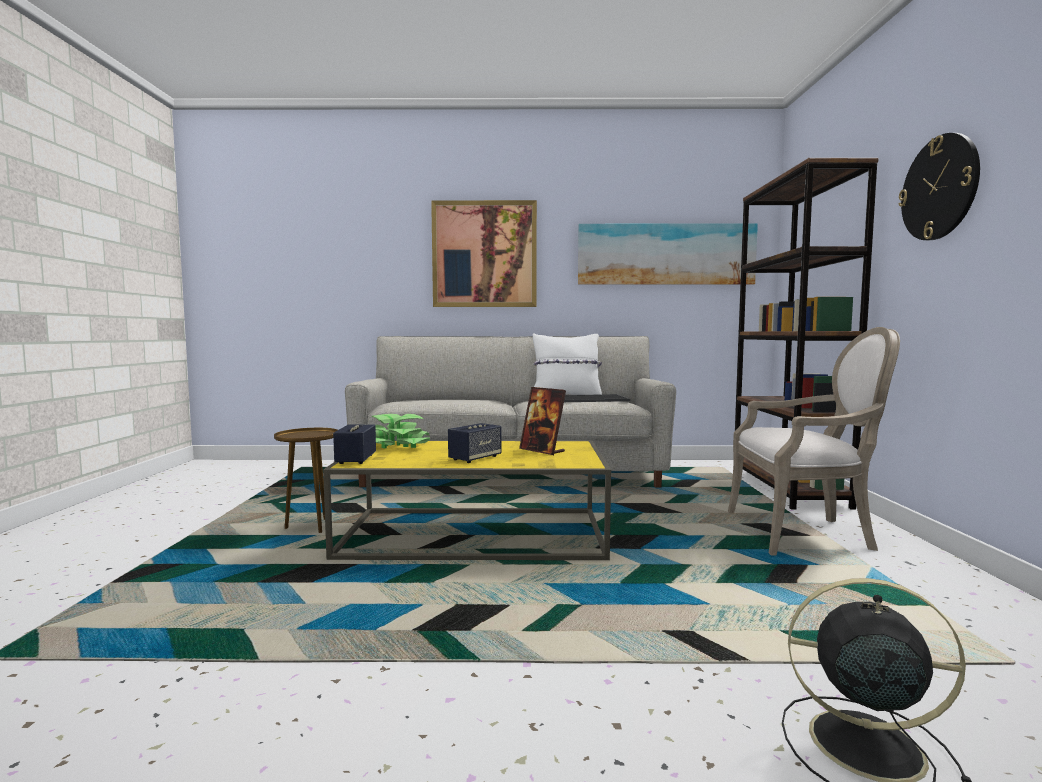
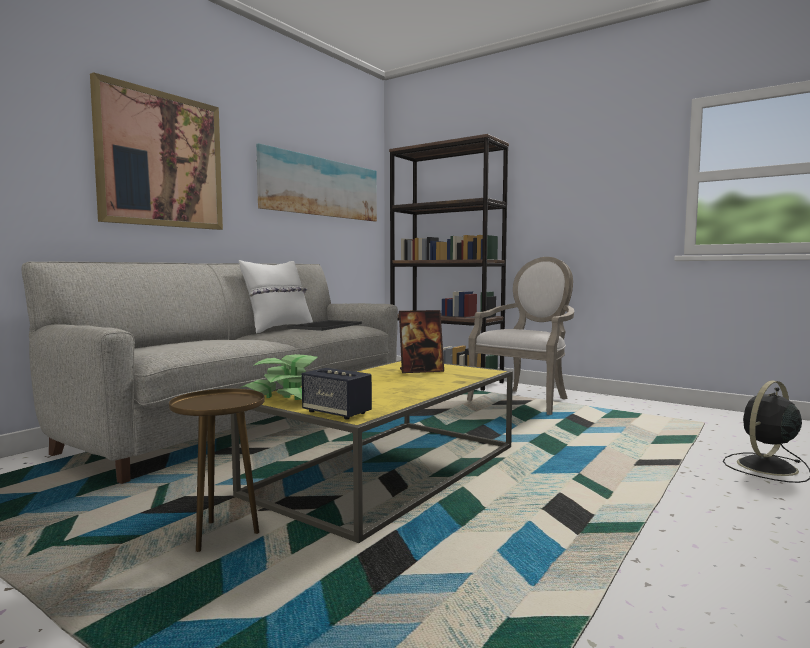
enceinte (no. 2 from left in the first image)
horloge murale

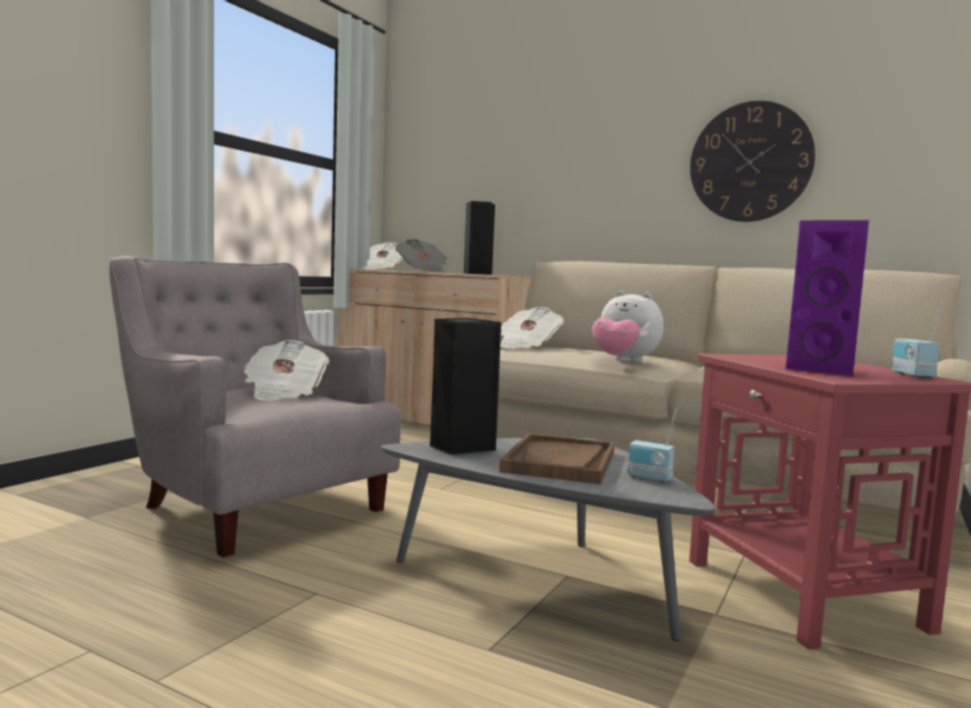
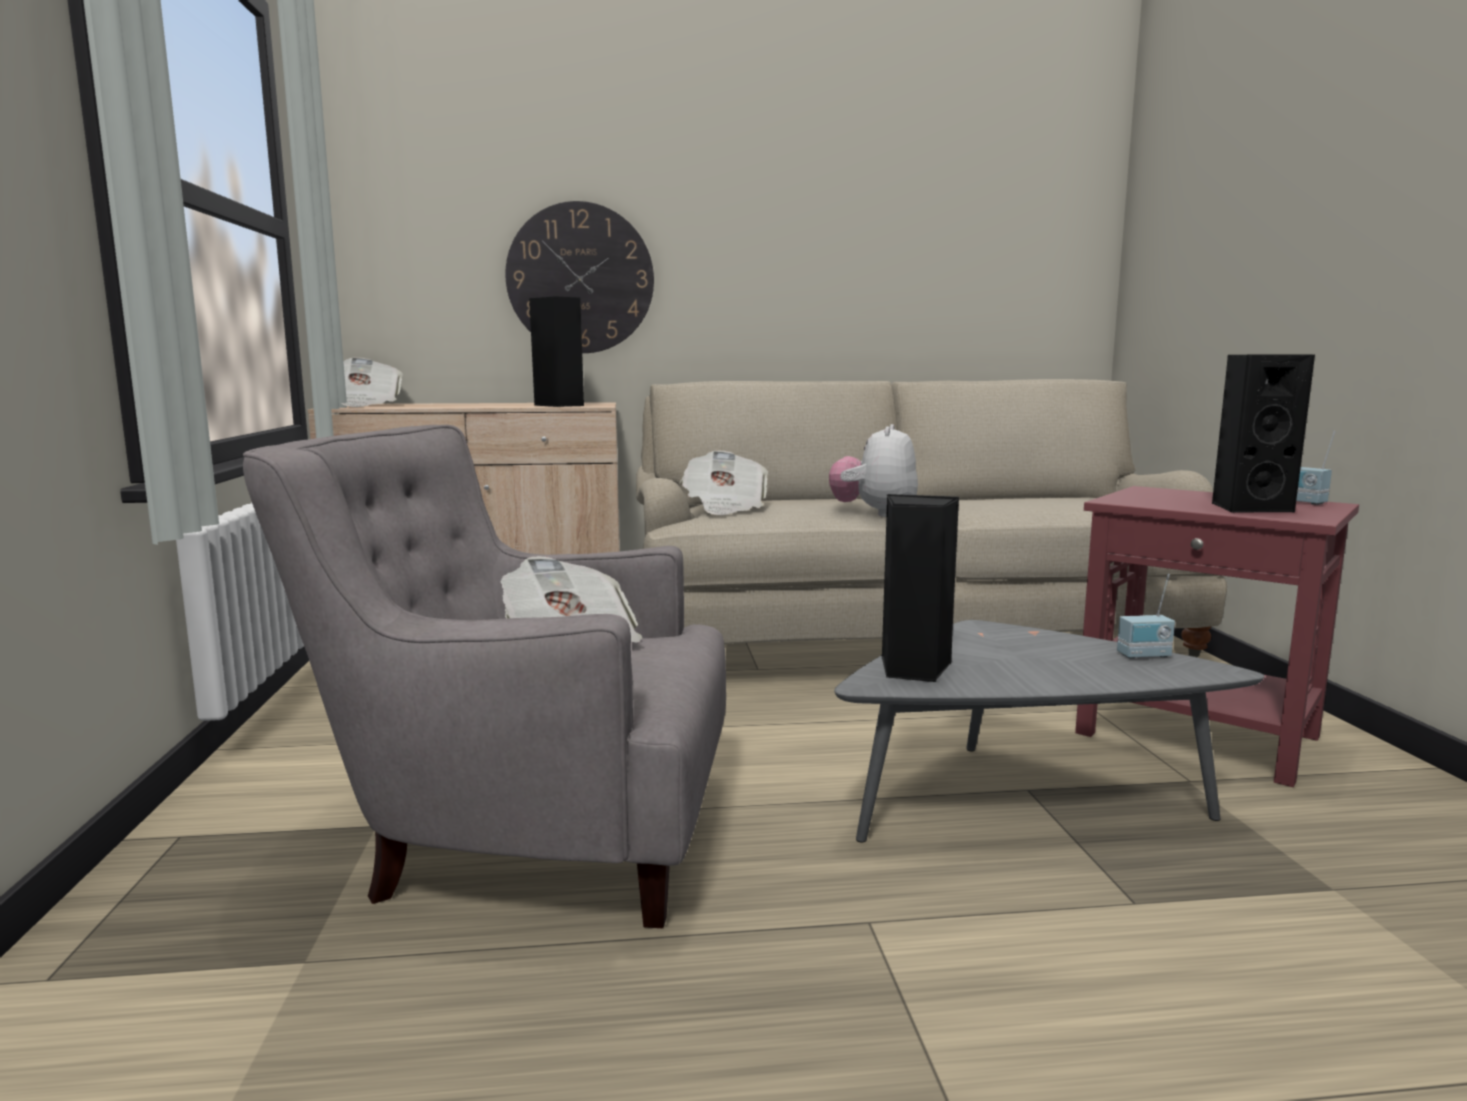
horloge murale
peluche
enceinte [noir] (no. 3 from left)
journal (no. 3 from left in the first image)
plateau [marron]

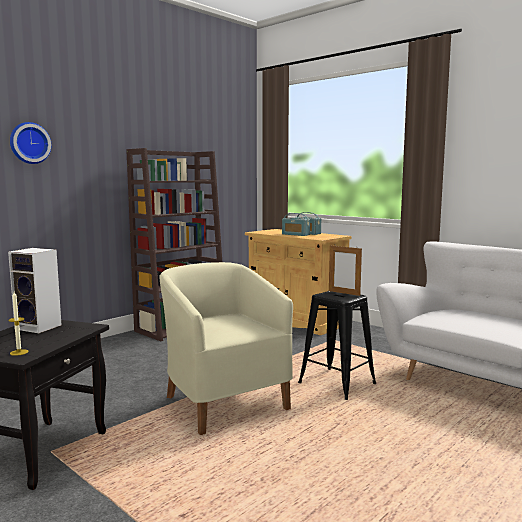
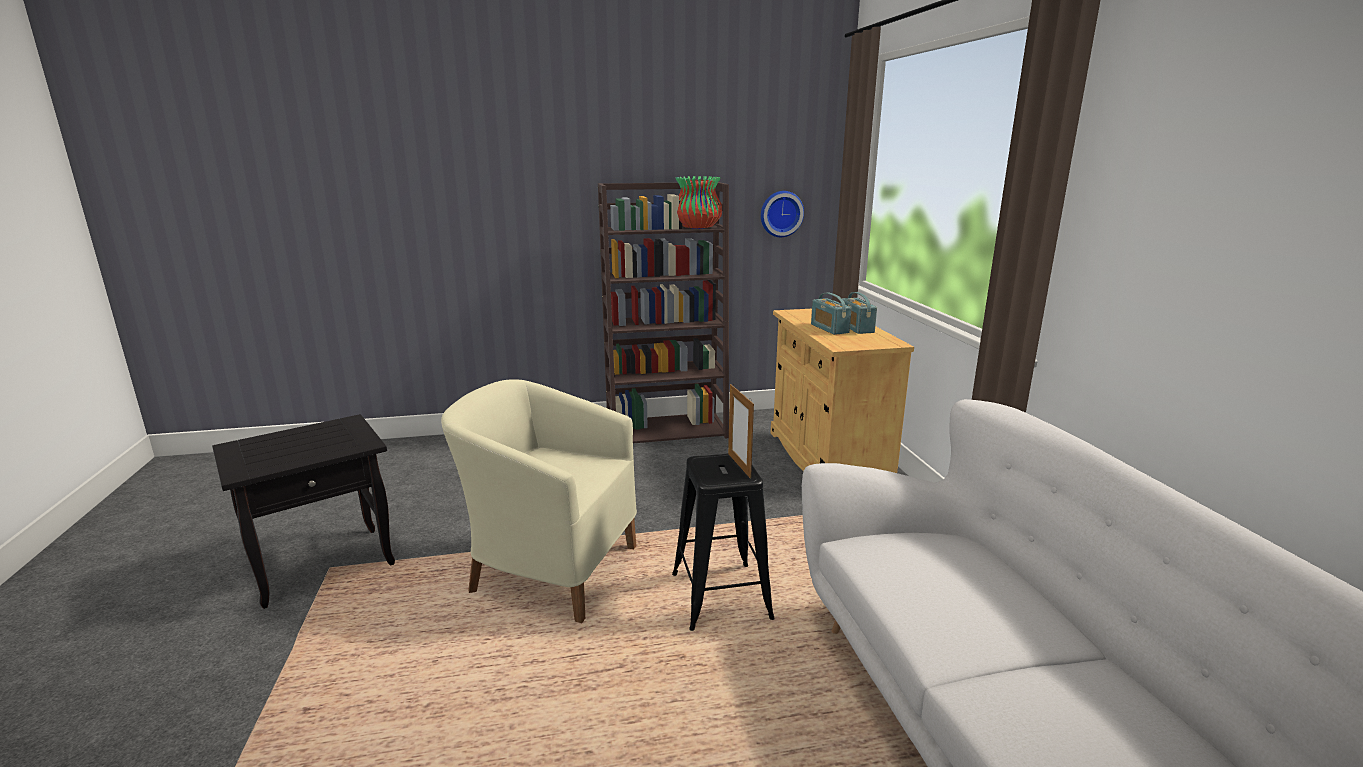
fauteuil [beige]
vase
horloge murale
enceinte
bougie

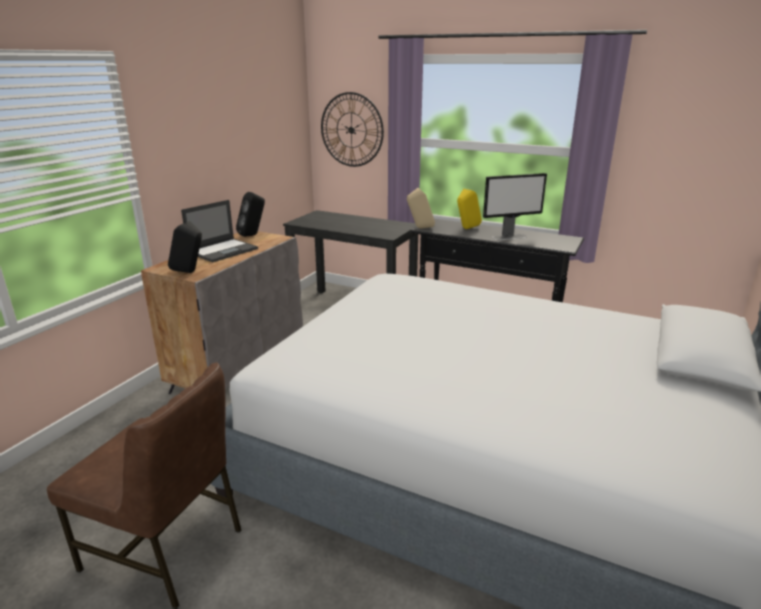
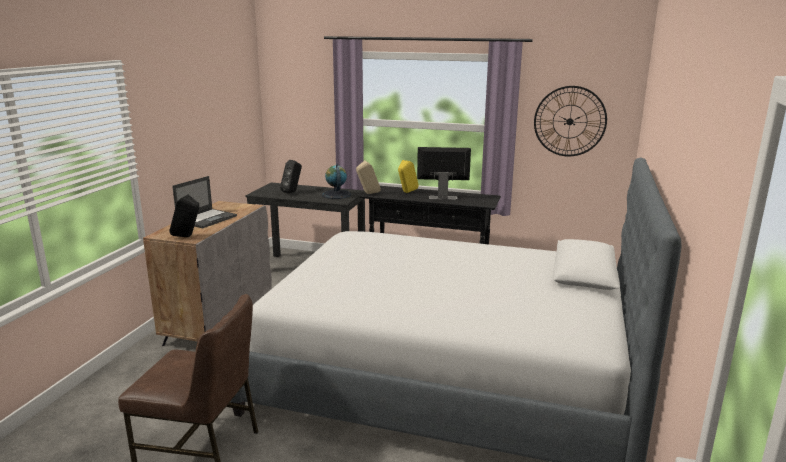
enceinte [noir] (no. 2 from left)
globe
écran d'ordinateur
horloge murale

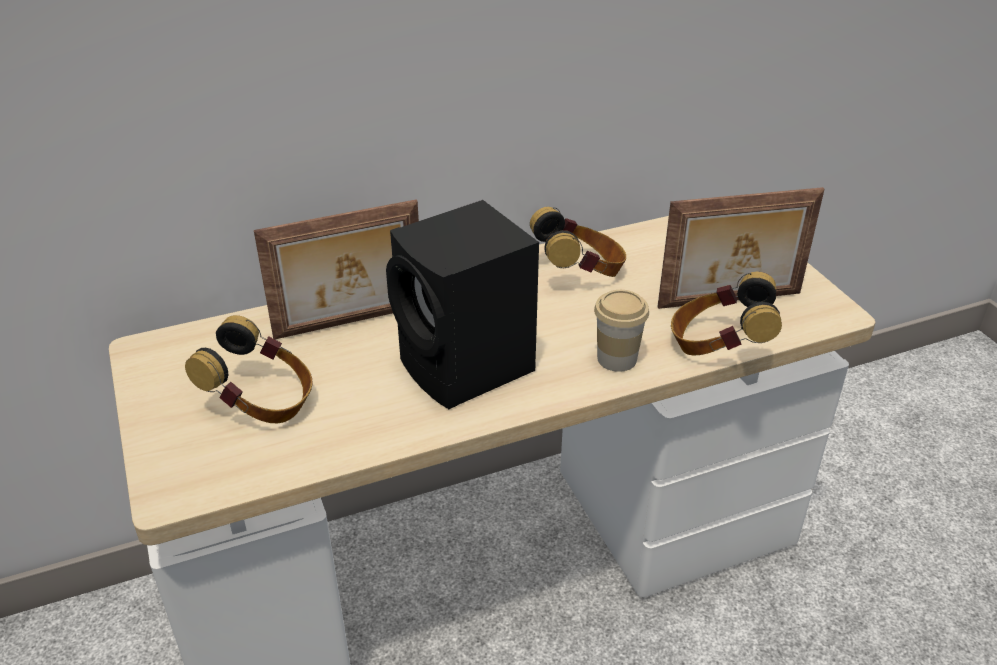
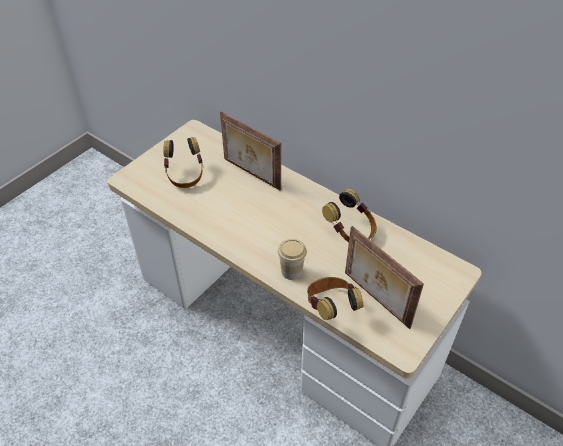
enceinte [noir]

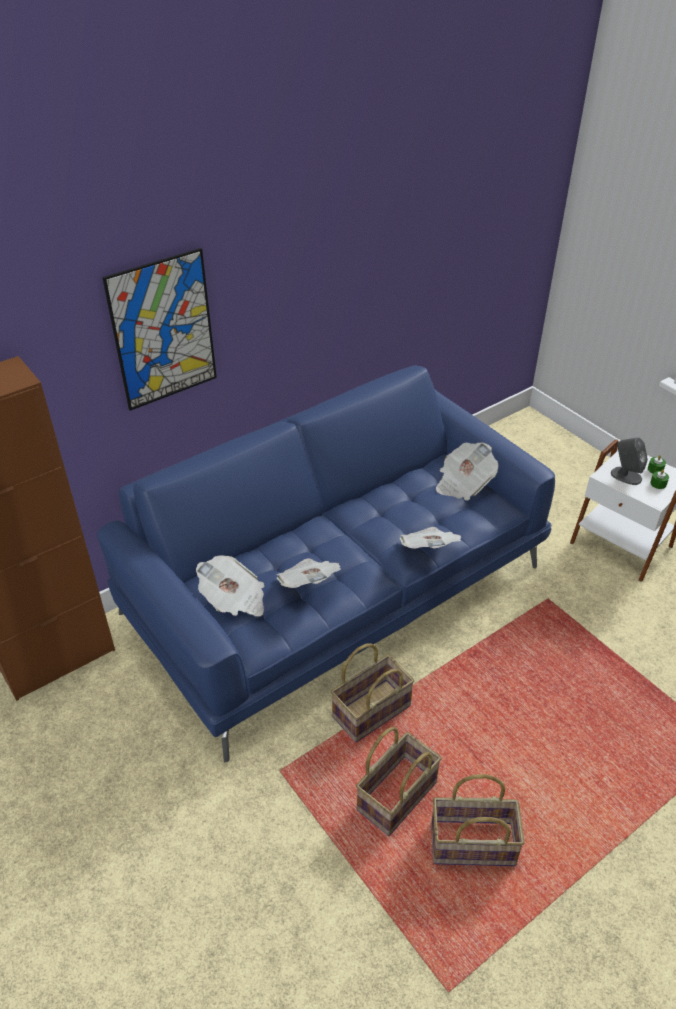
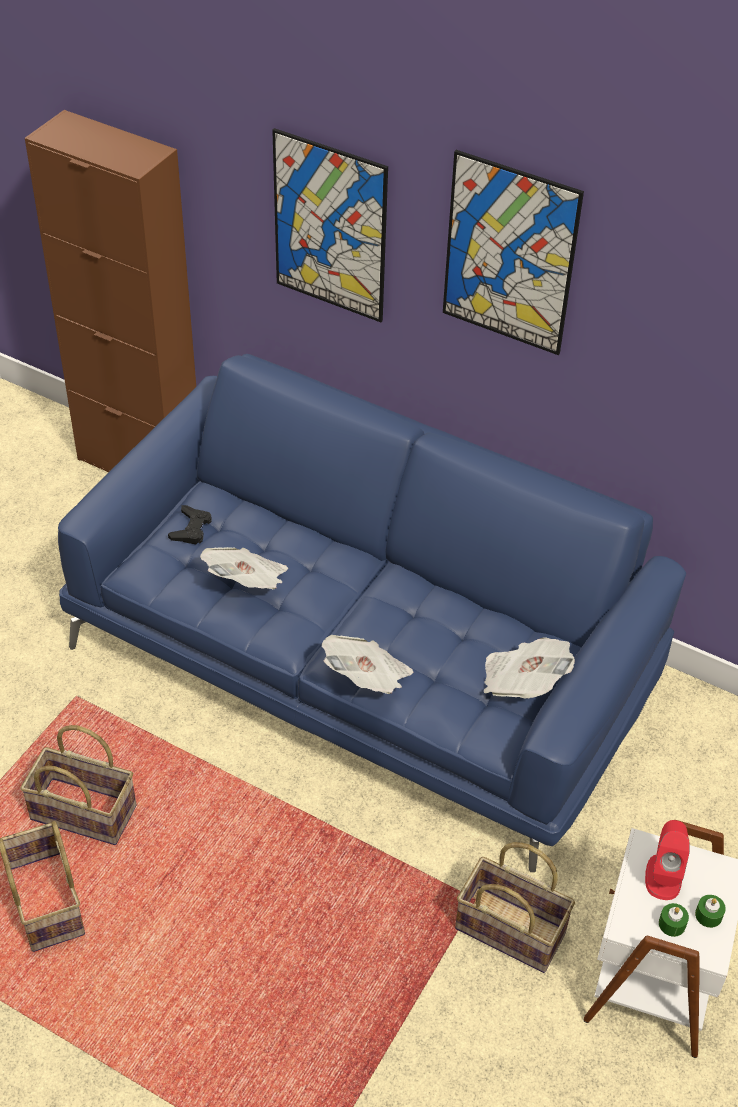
manette [noir]
tableau (no. 2 from left)
panier (no. 3 from left)
enceinte [rouge]

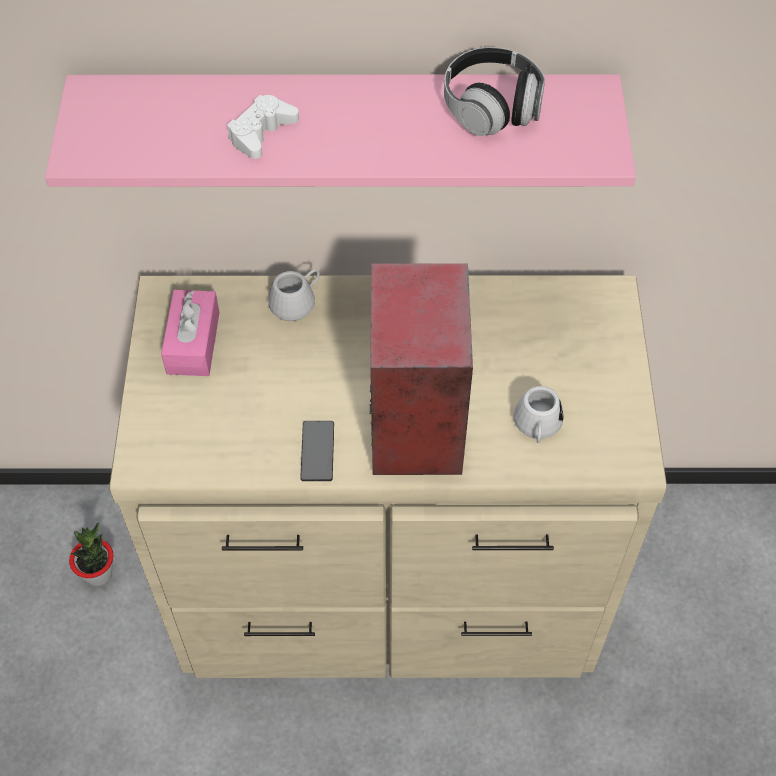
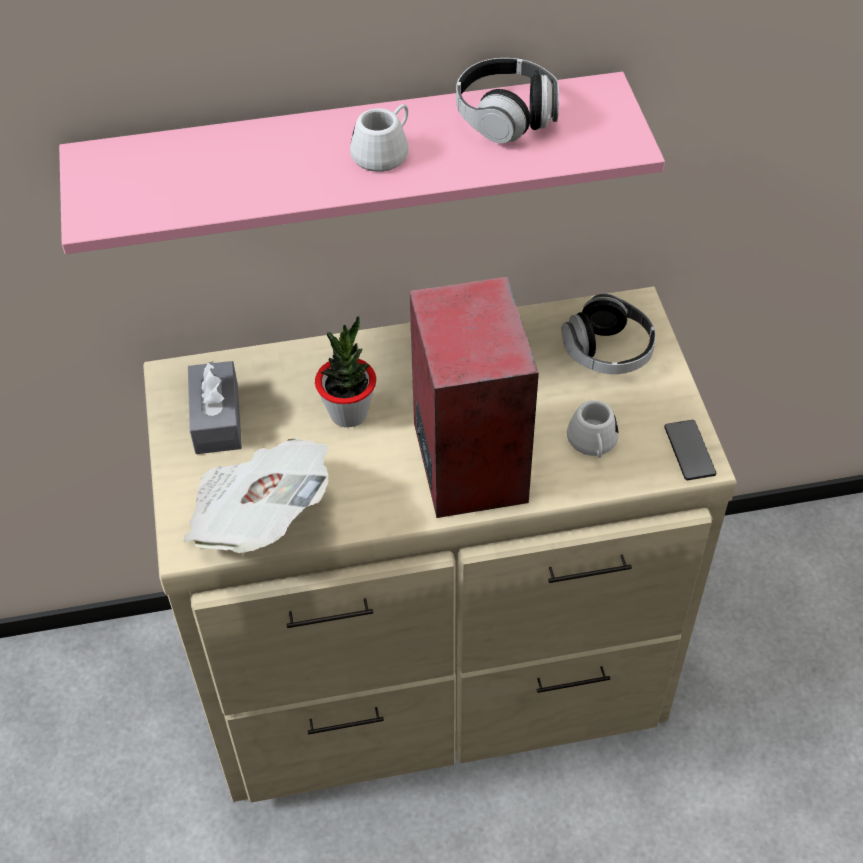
journal
boîte à mouchoirs [gris]
plante en pot
mug [blanc] (no. 1 from left)
casque audio (no. 2 from left)
téléphone
manette [blanc]

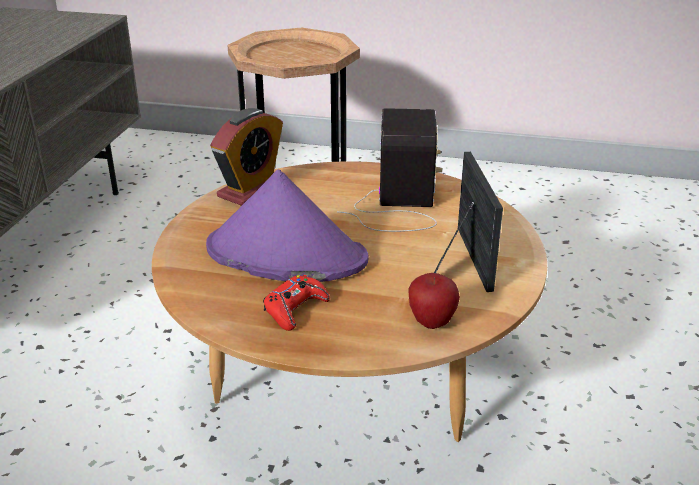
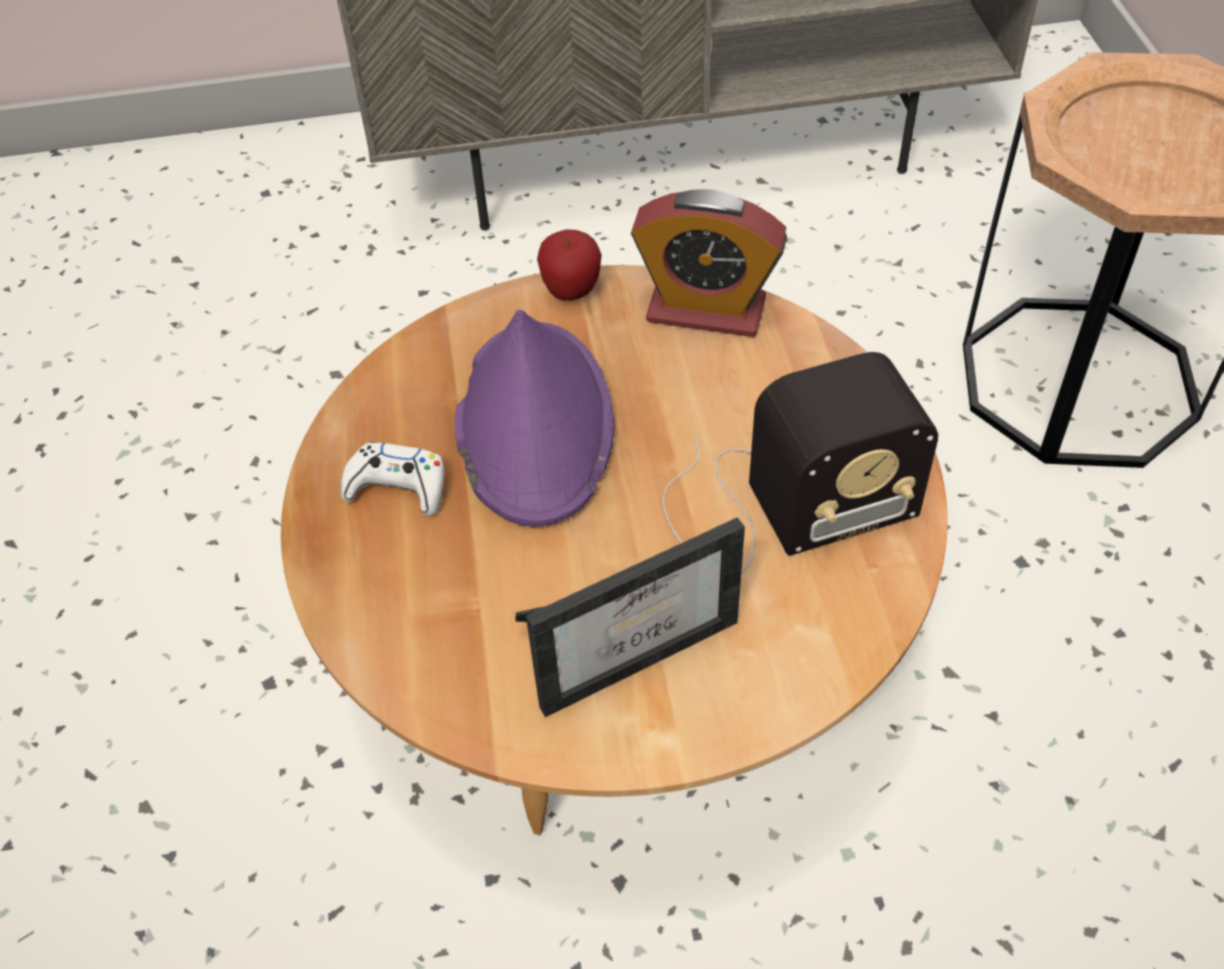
manette [blanc]
pomme

